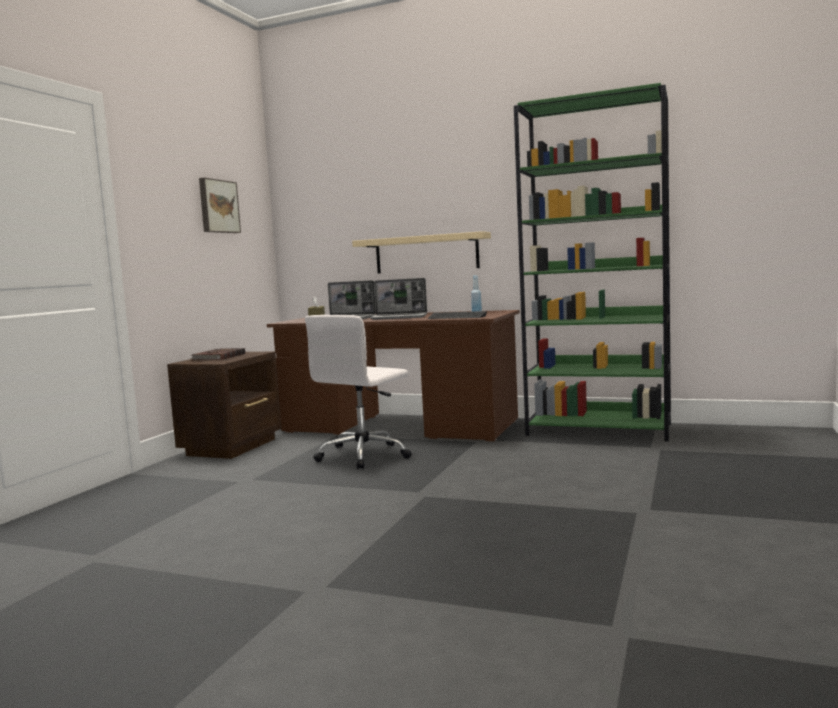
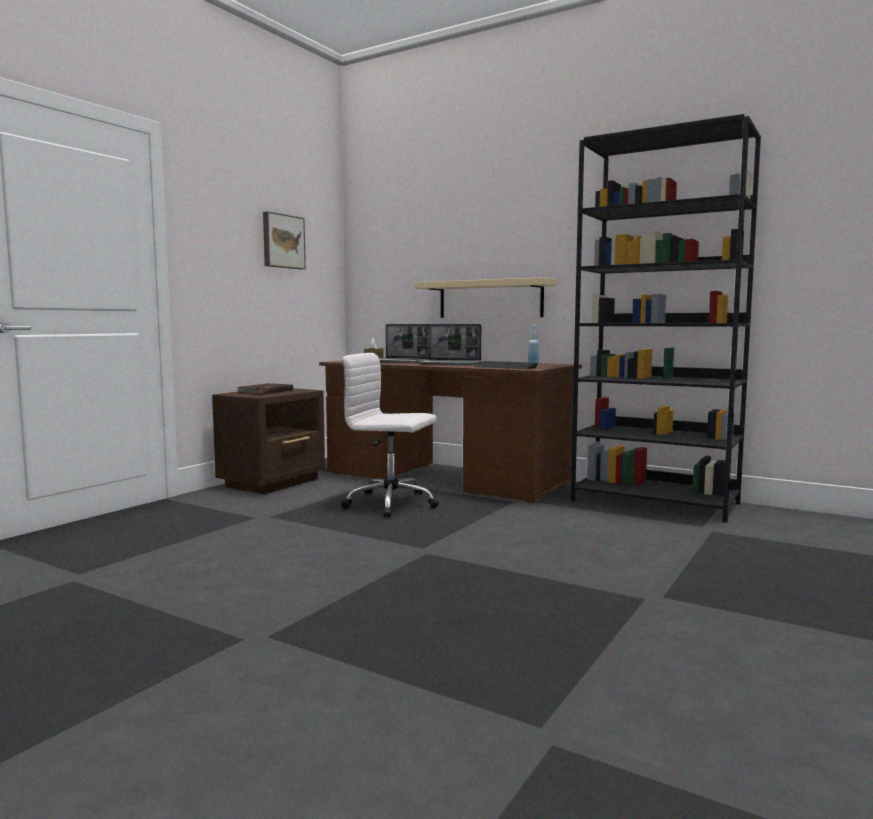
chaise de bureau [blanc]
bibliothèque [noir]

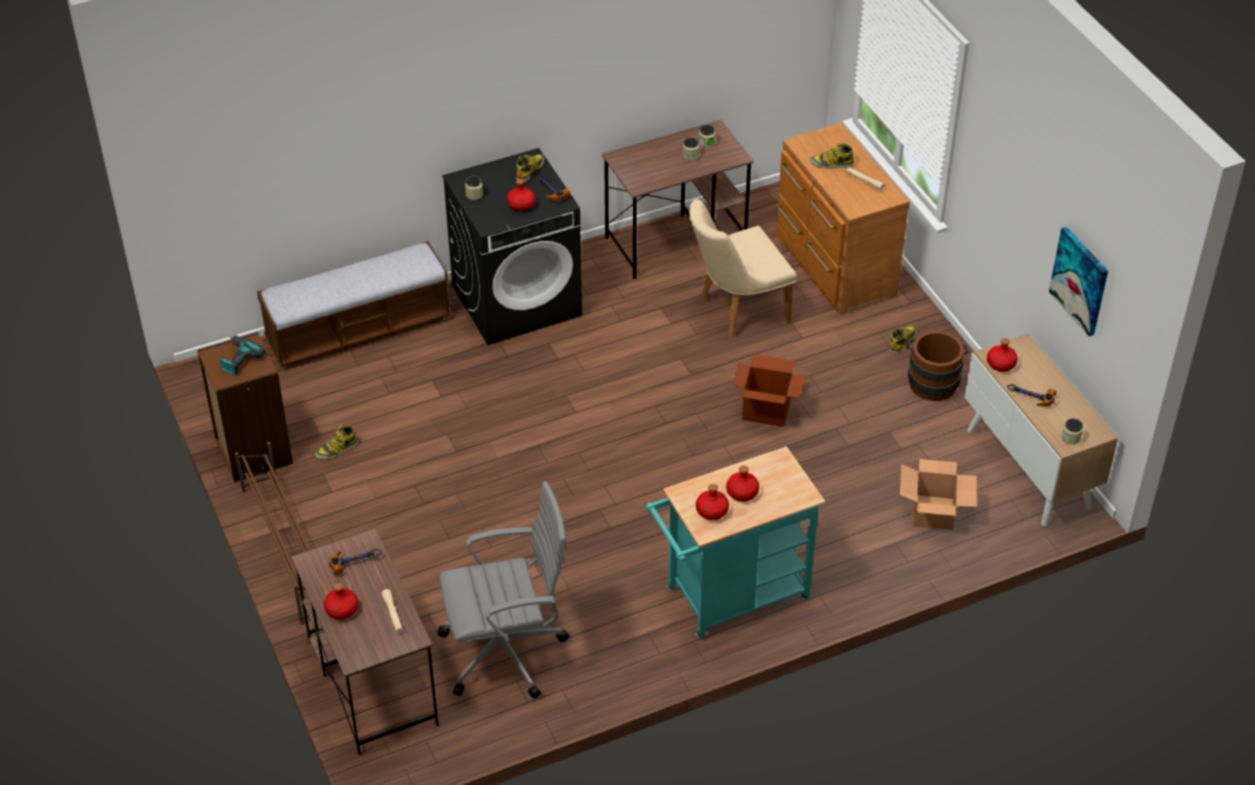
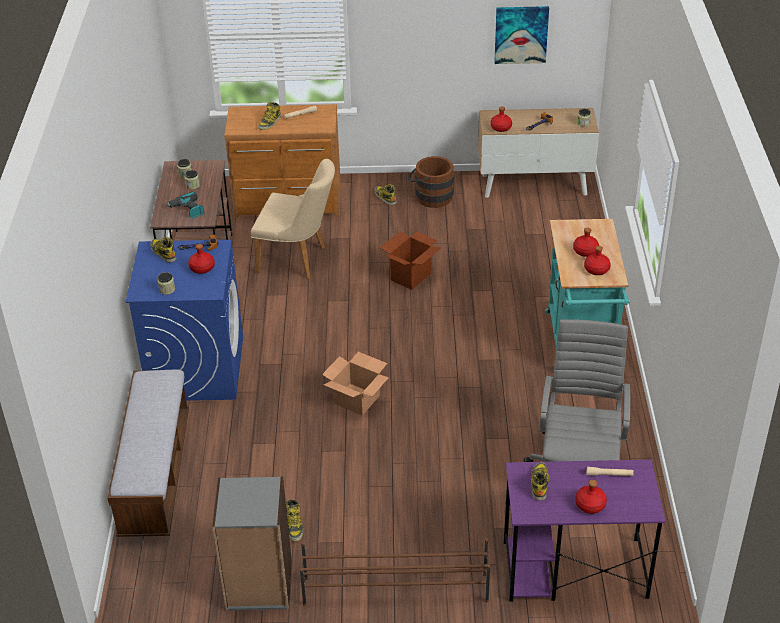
lave-linge [bleu]
perceuse
bibliothèque [gris]
chaise [beige]
carton (no. 1 from left)
bureau [violet]
botte (no. 5 from left)

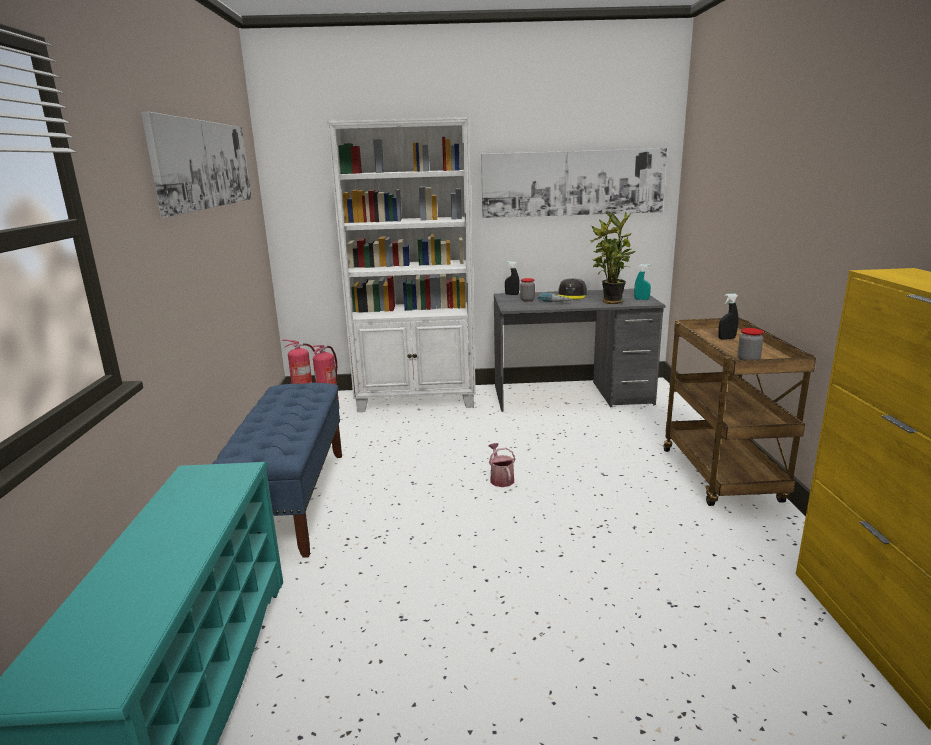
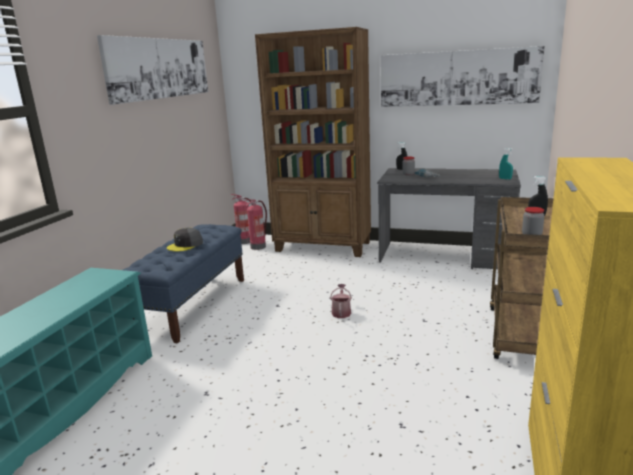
casquette [gris]
bibliothèque [marron]
plante en pot

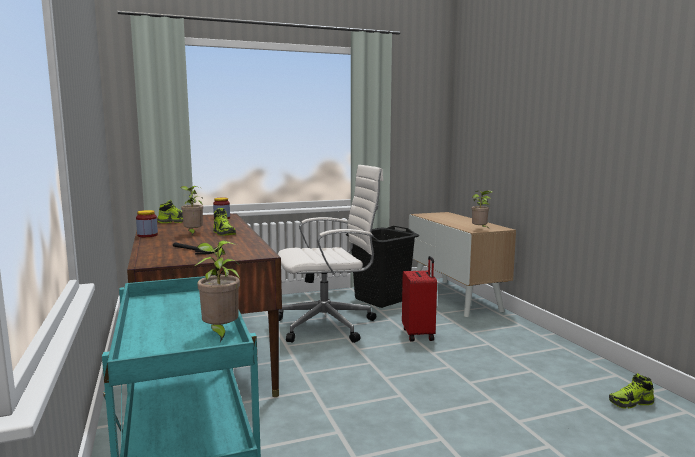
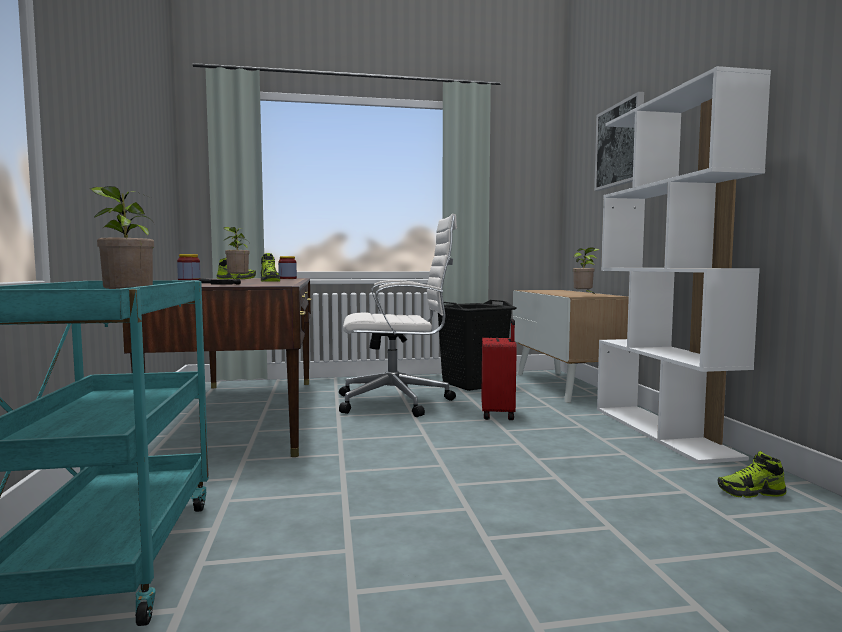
tableau
bibliothèque [blanc]

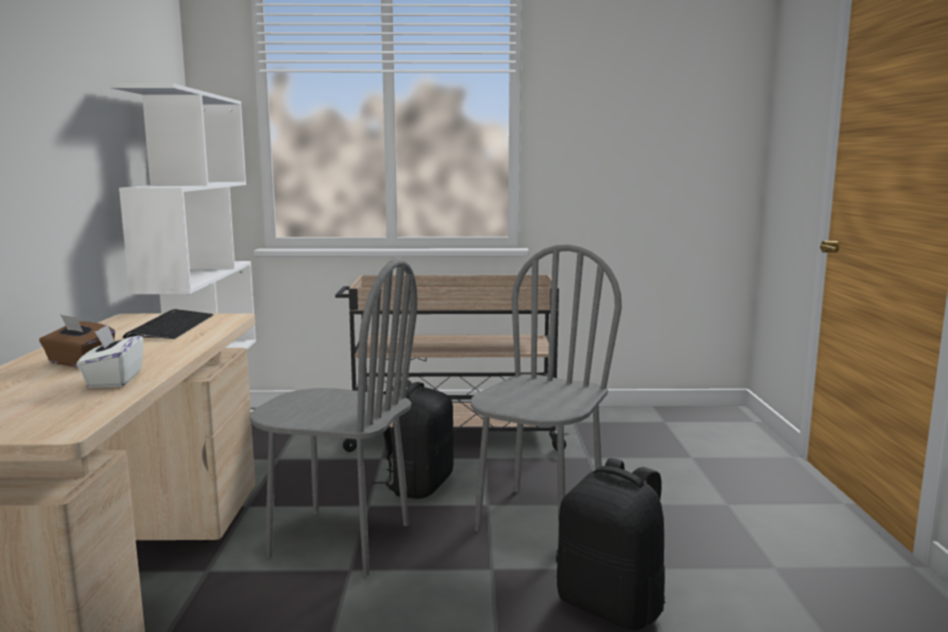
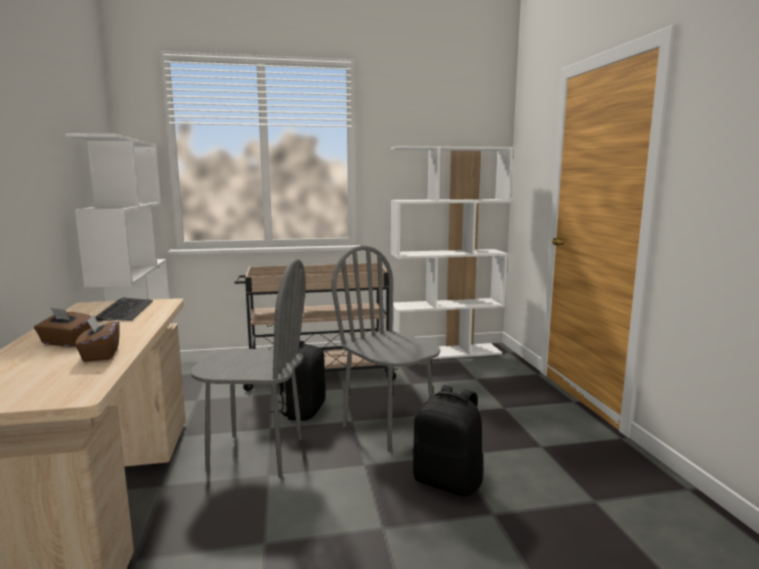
boîte à mouchoirs [marron] (no. 2 from left)
chaise [gris] (no. 2 from left)
bibliothèque [blanc] (no. 2 from left)

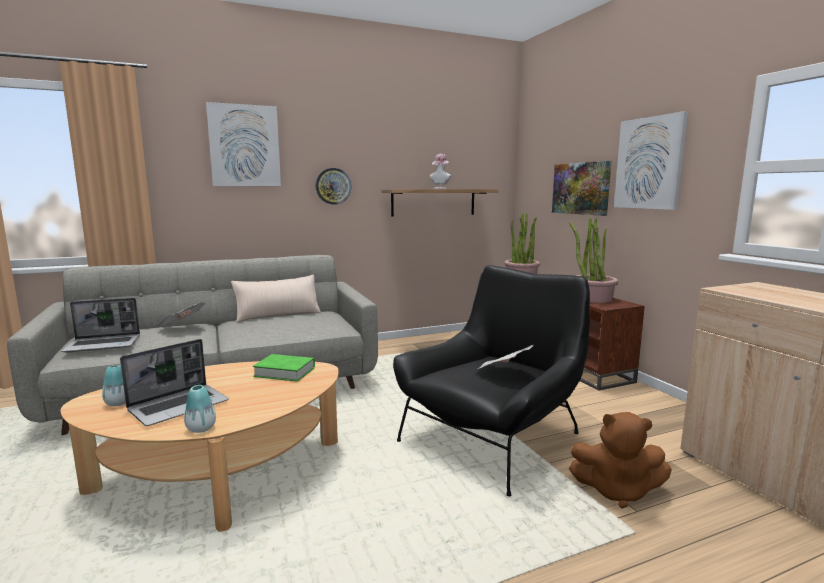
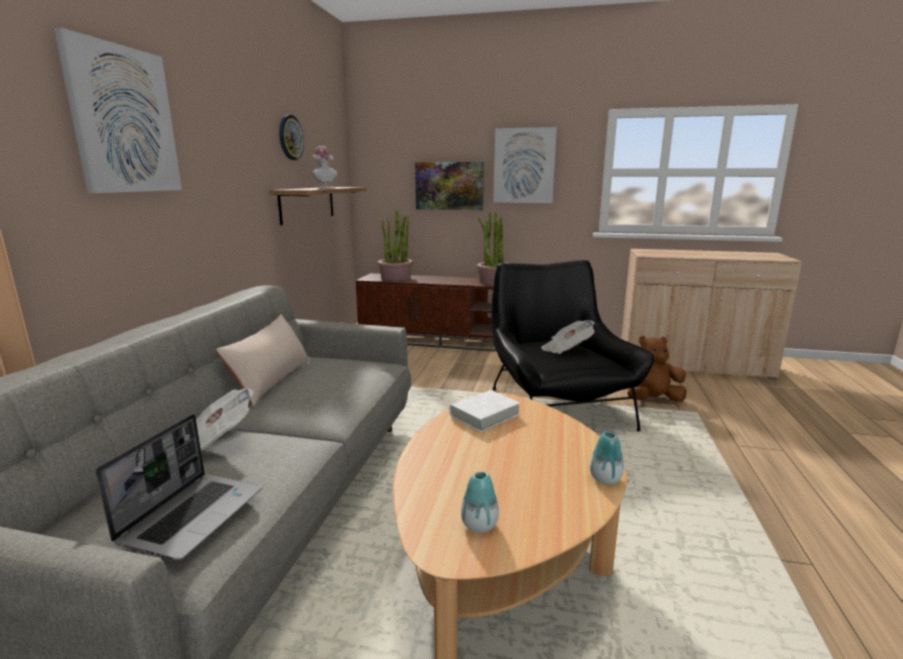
horloge murale
livre [blanc]
peluche [marron]
ordinateur portable (no. 2 from left in the first image)

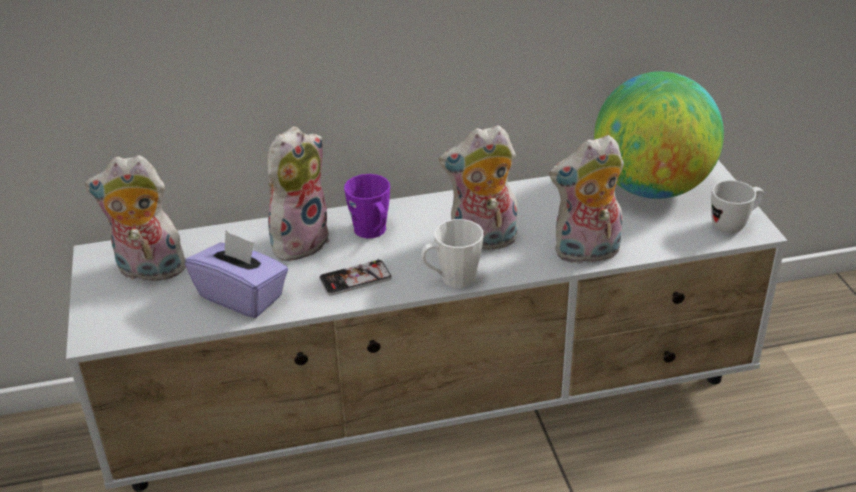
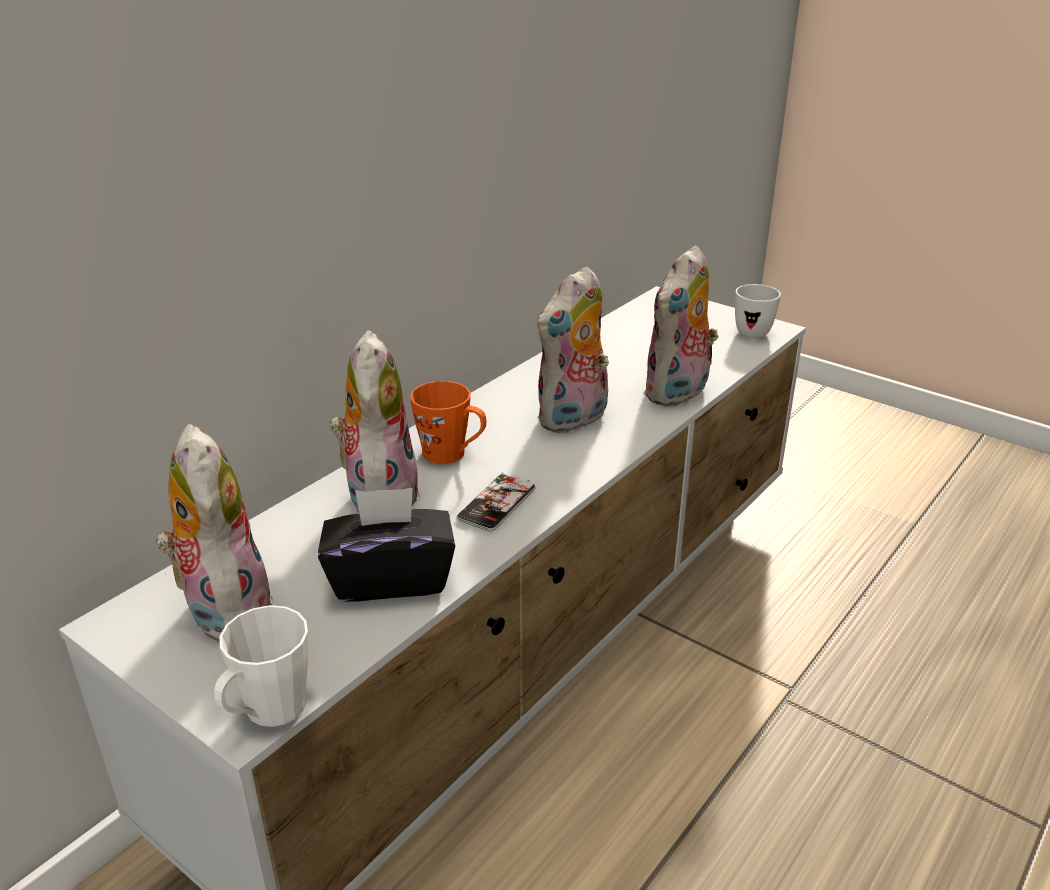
peluche (no. 1 from left)
mug [blanc] (no. 1 from left)
boîte à mouchoirs [noir]
mug [orange]
globe

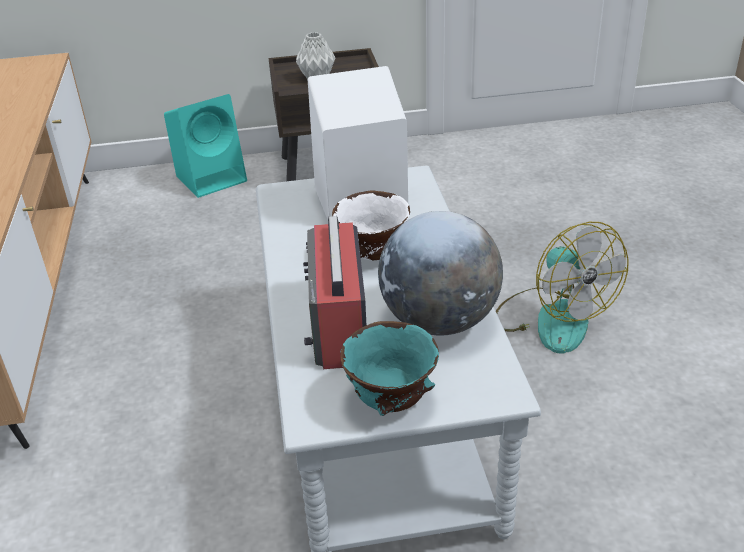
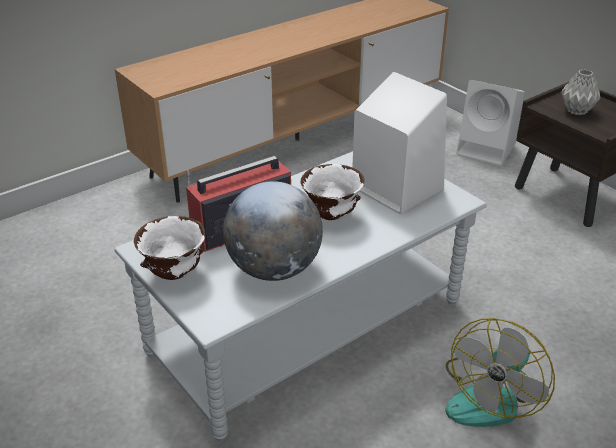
bol [blanc] (no. 1 from left)
enceinte [blanc] (no. 2 from left)

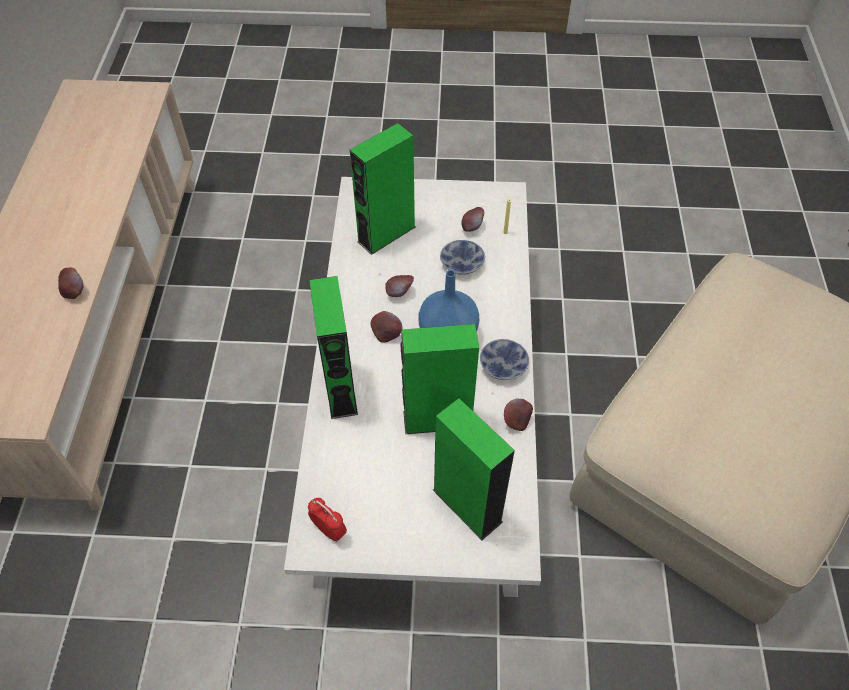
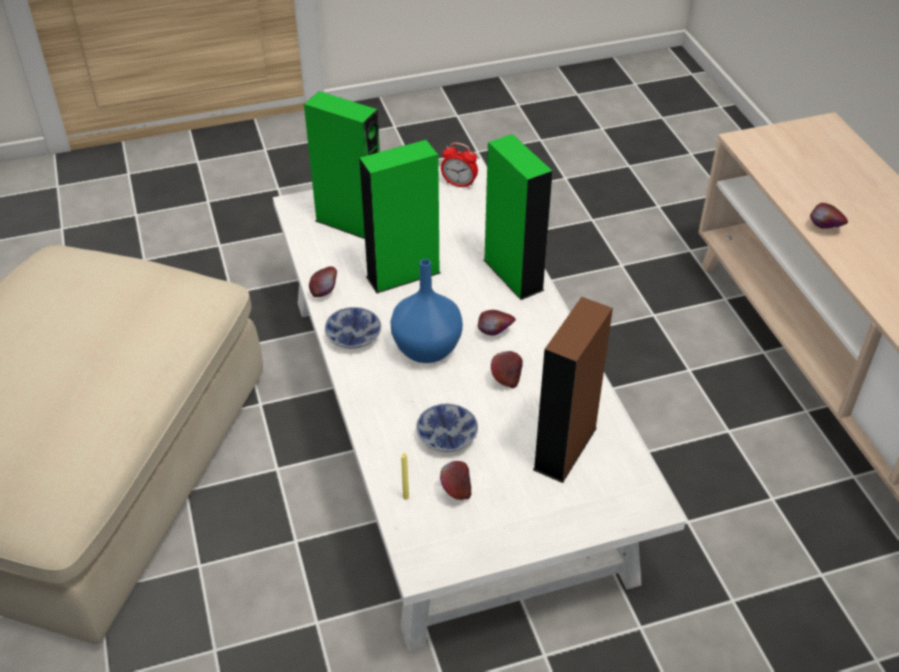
enceinte [marron]

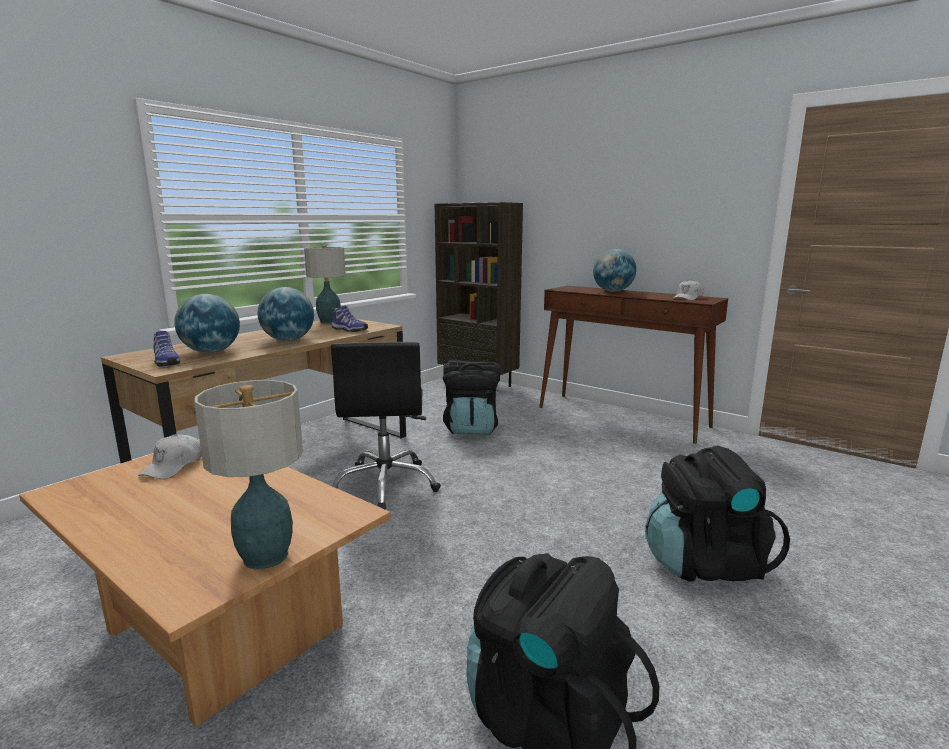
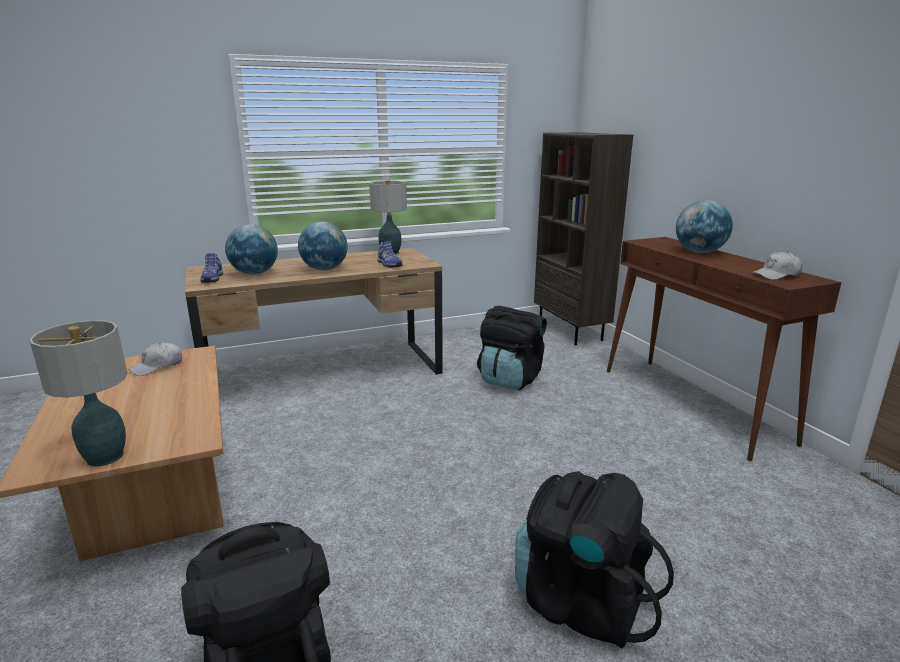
chaise de bureau [noir]

